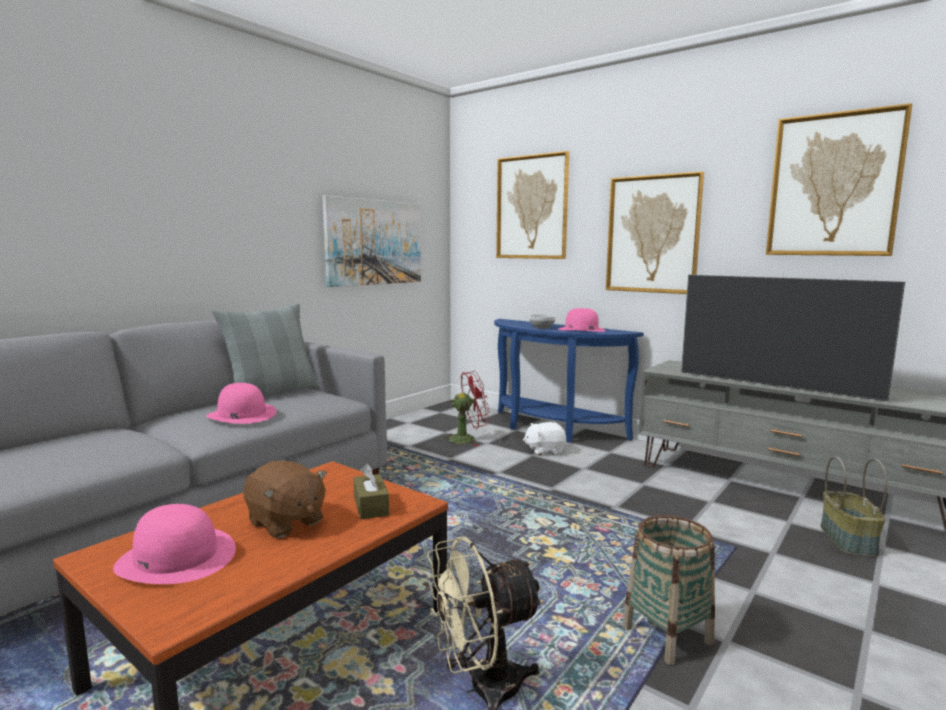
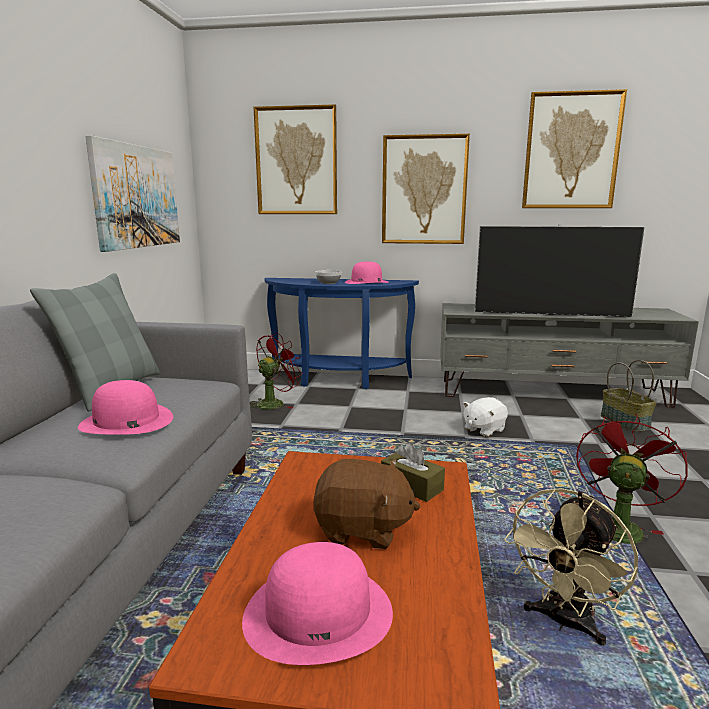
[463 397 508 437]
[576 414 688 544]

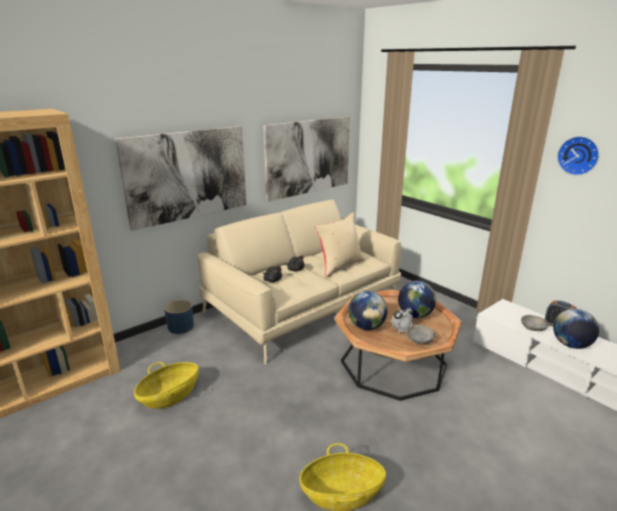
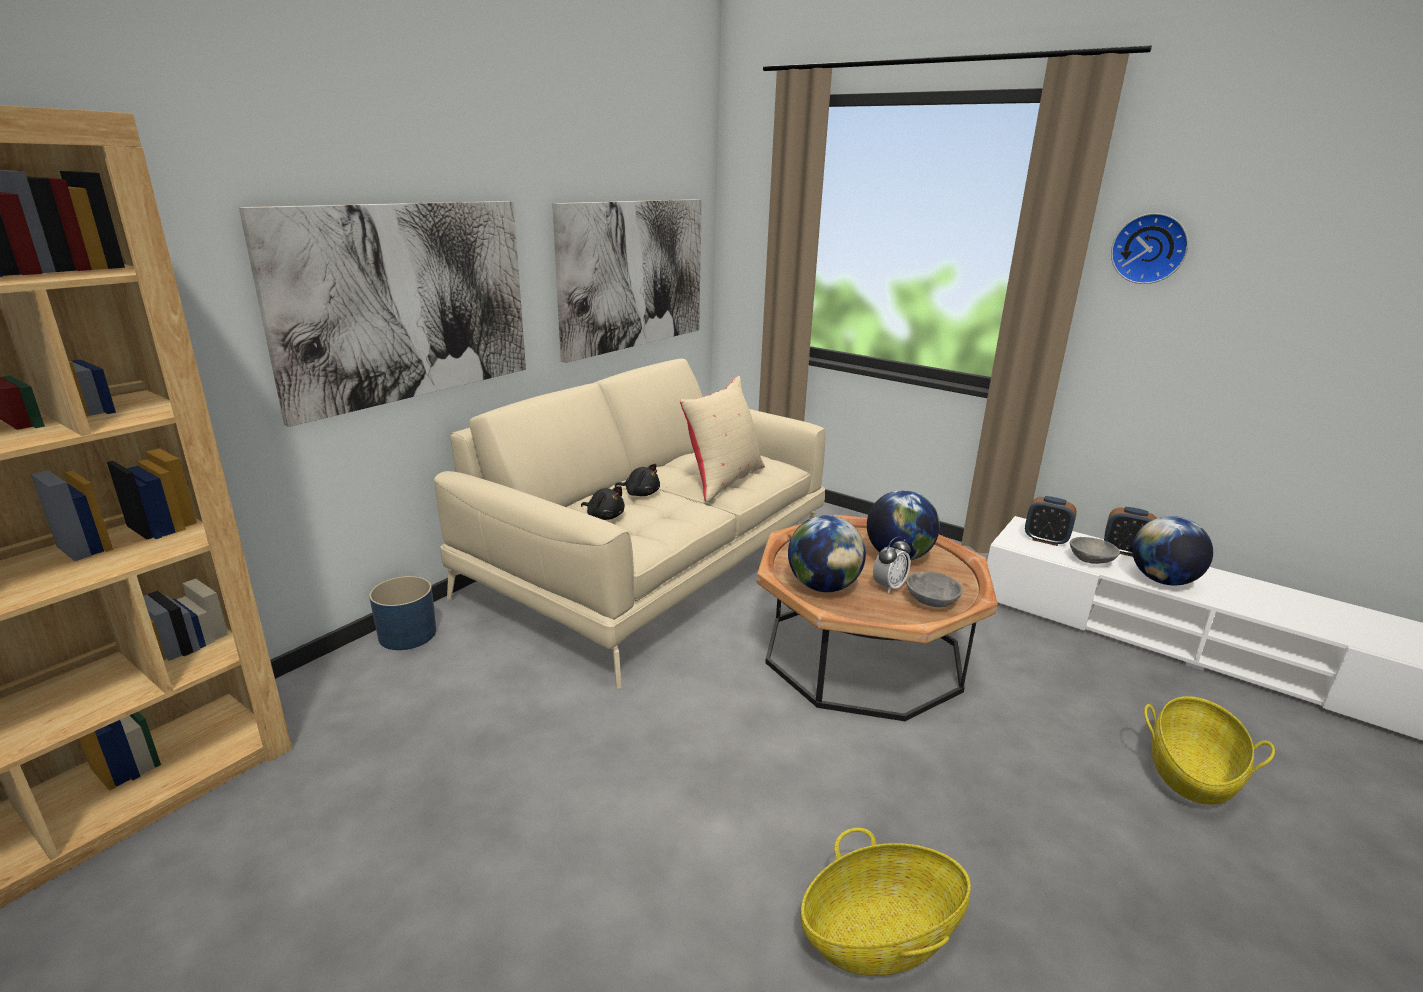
[1144 696 1275 805]
[1025 496 1077 546]

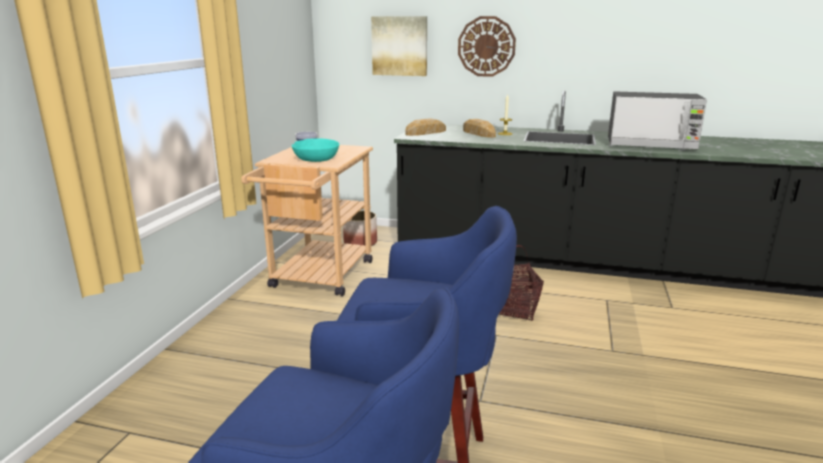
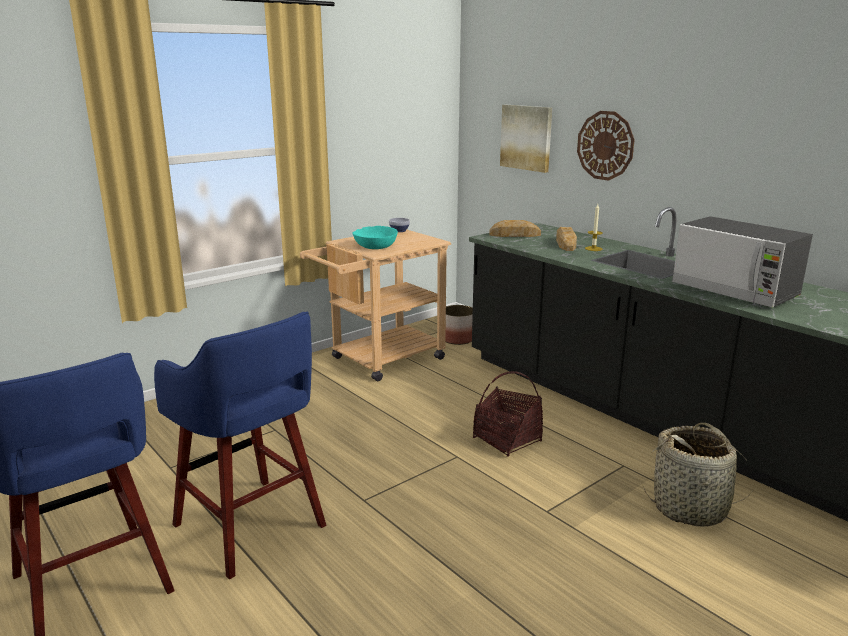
[643 423 756 527]

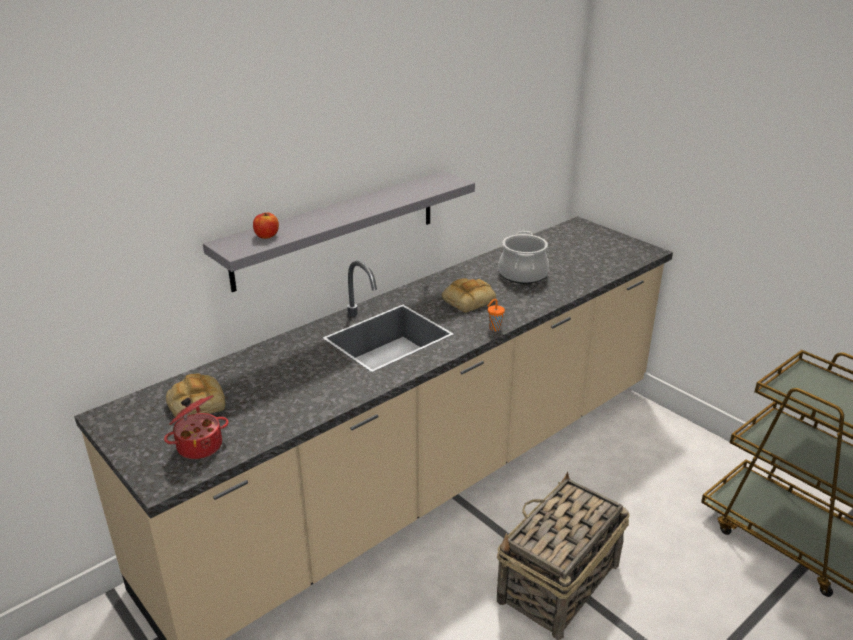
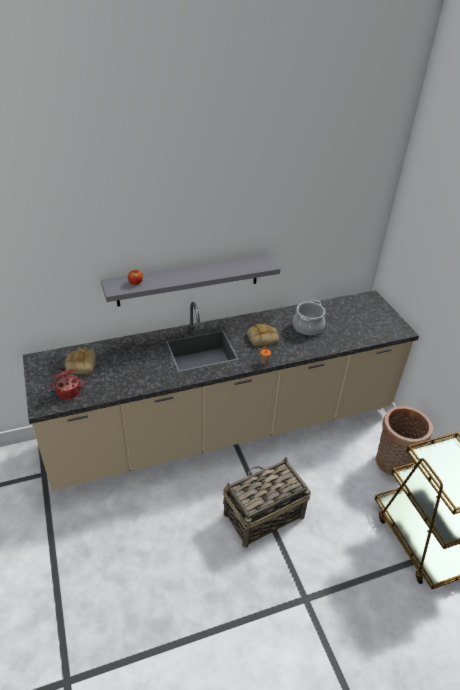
[376 406 433 476]

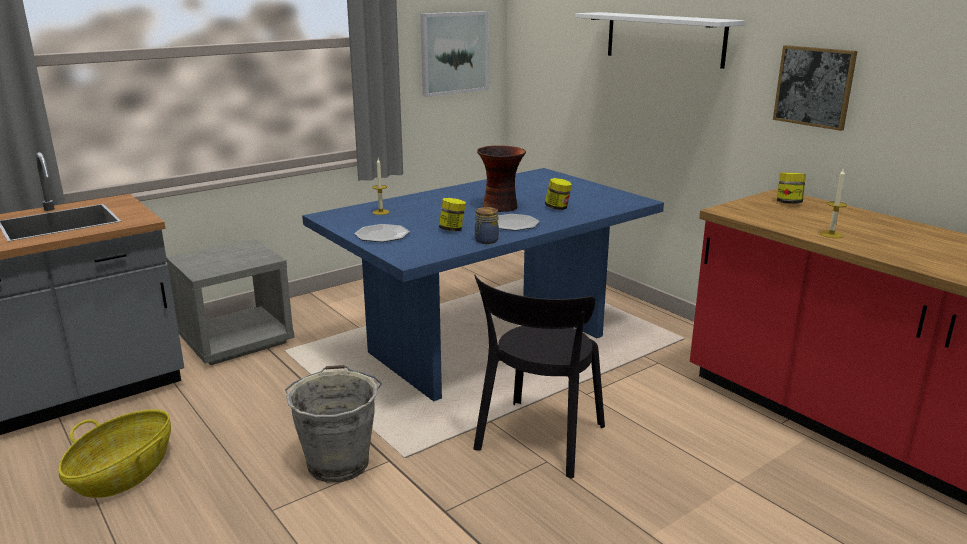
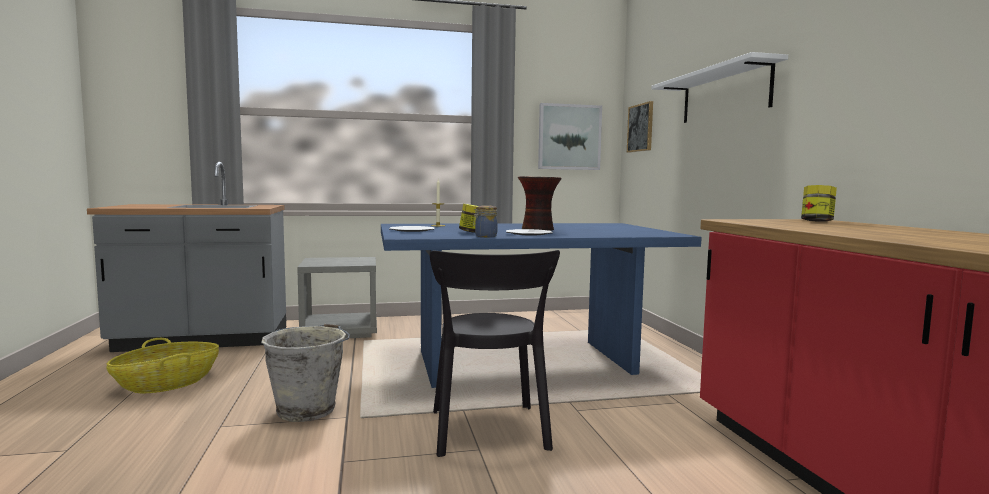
[627 101 653 153]
[820 169 847 238] (first image)
[545 178 572 210] (first image)
[430 250 560 457]

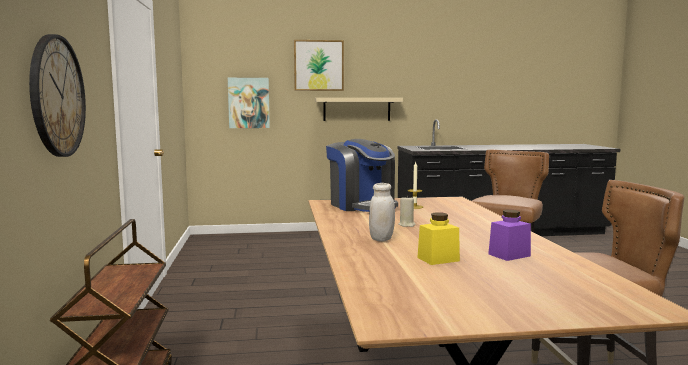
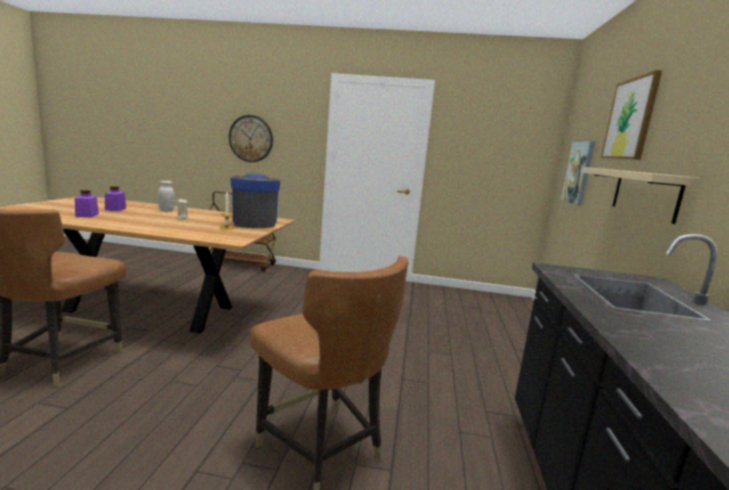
[230 173 281 228]
[105 186 126 211]

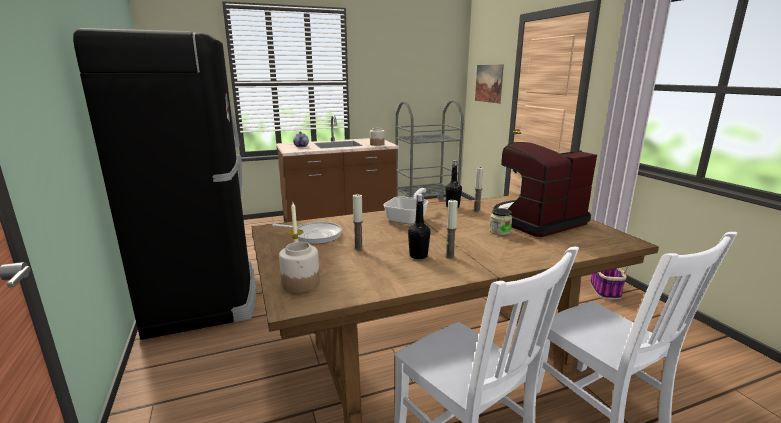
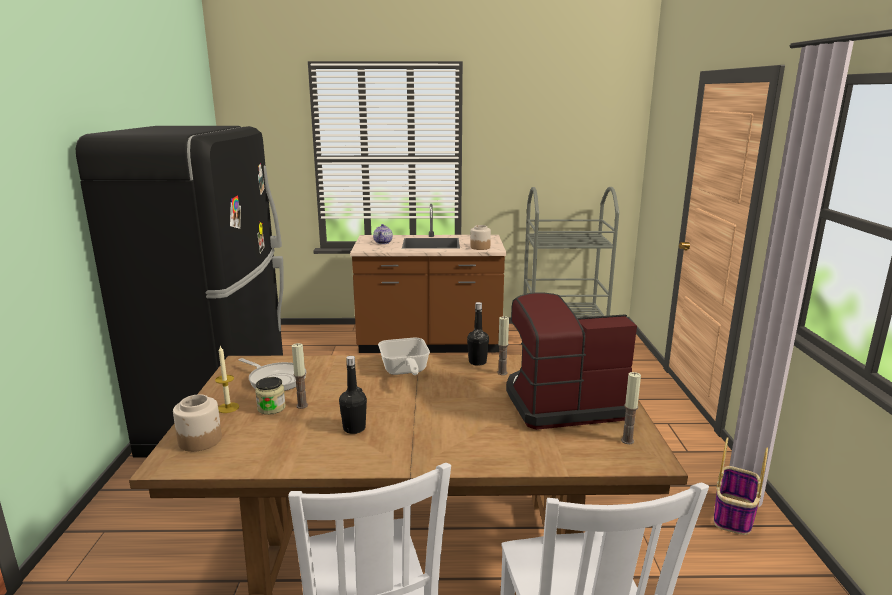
[475 64 504 104] (first image)
[378 338 430 375]
[621 372 641 444]
[255 377 286 415]

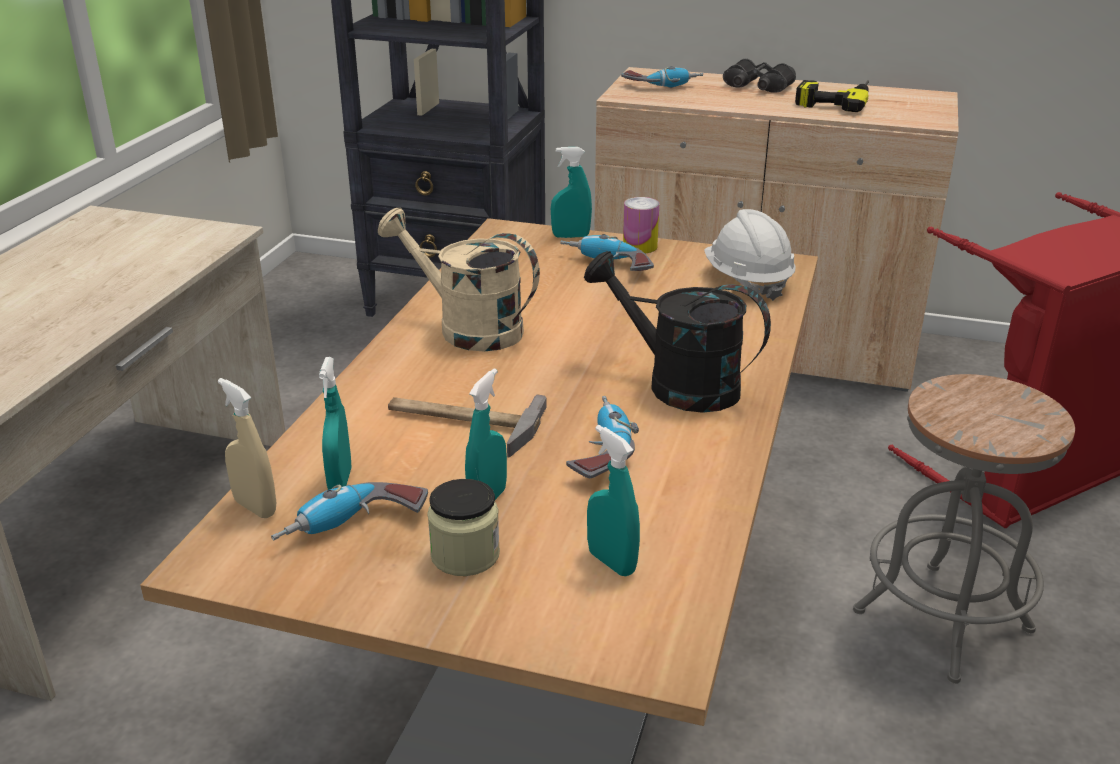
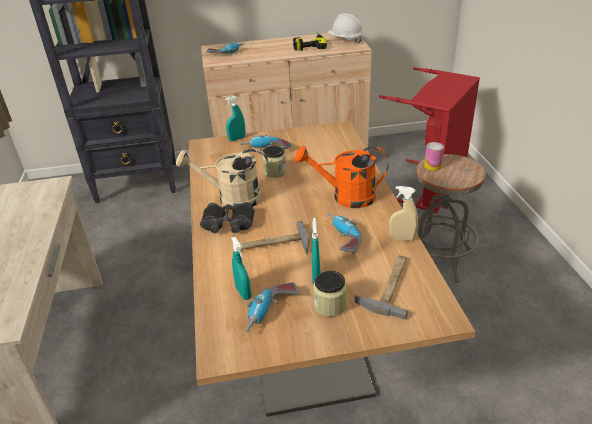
[200 202 255 234]
[424 142 444 171]
[327 13 363 43]
[295 146 389 208]
[389 186 418 241]
[355 255 408 319]
[262 146 287 178]

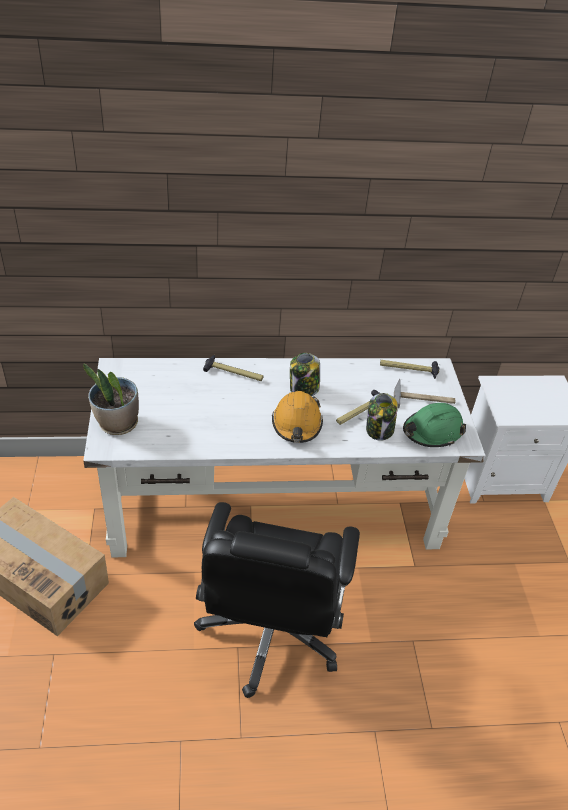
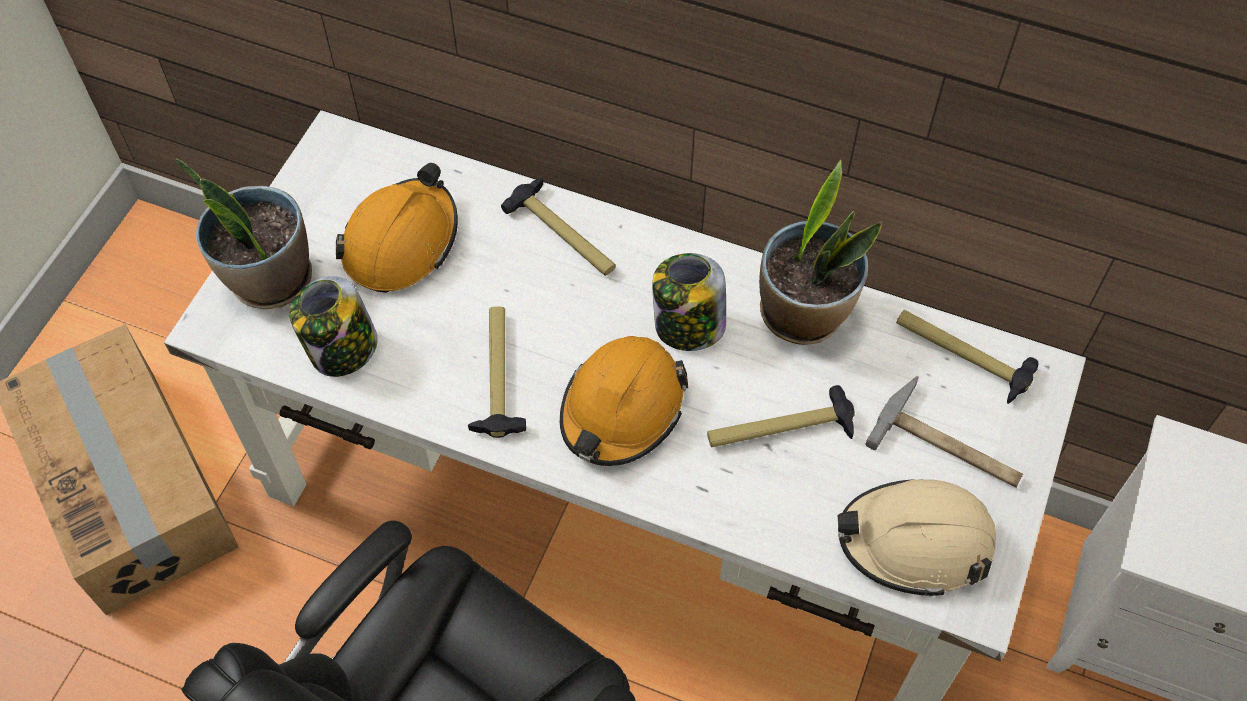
[290 276 378 377]
[838 479 996 597]
[759 160 882 345]
[336 163 458 293]
[468 307 526 438]

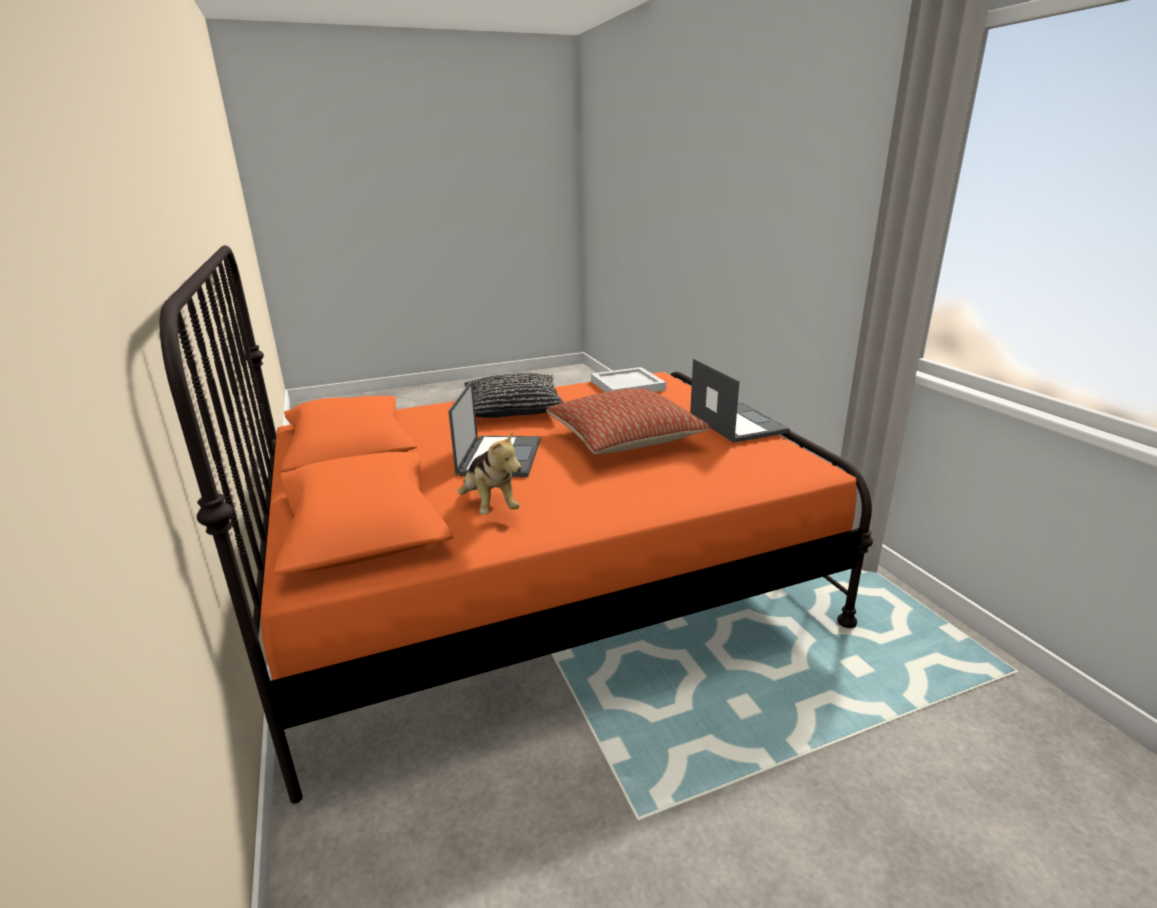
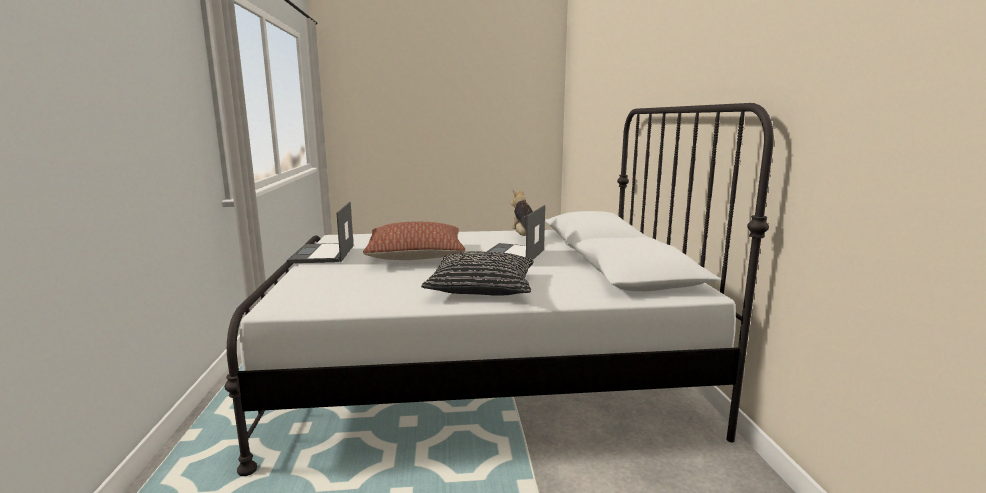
[224 103 774 476]
[591 367 666 392] (first image)

